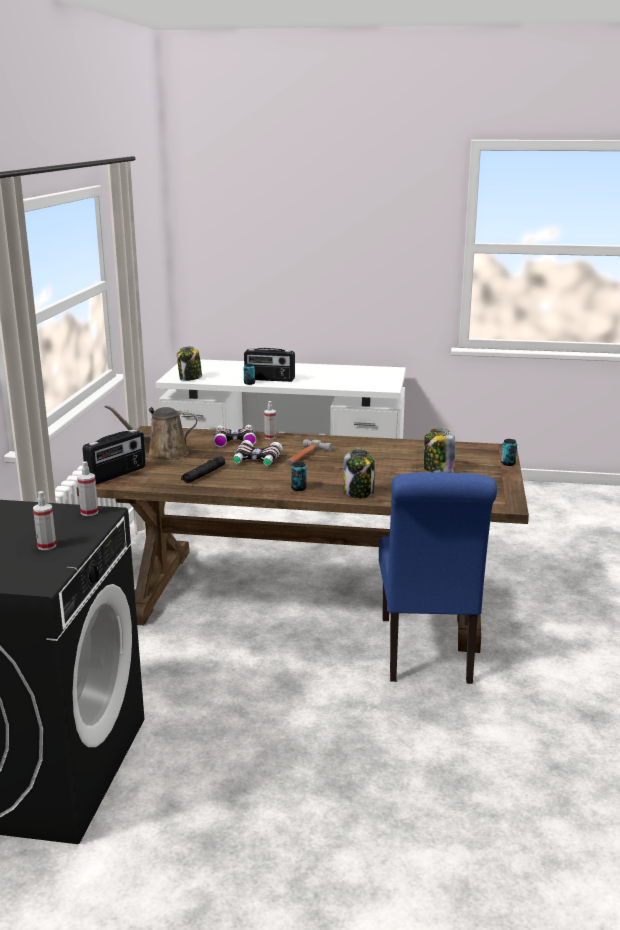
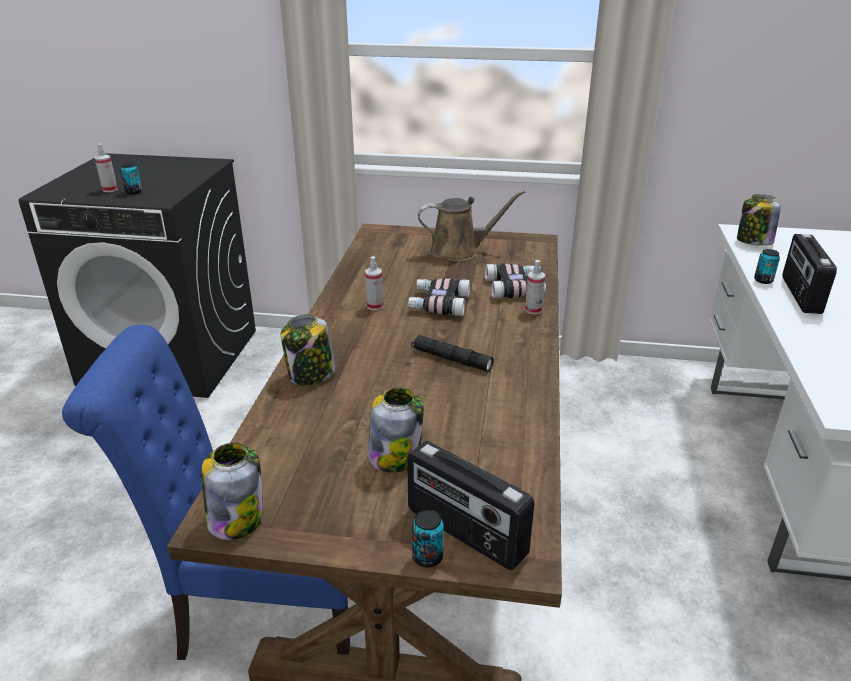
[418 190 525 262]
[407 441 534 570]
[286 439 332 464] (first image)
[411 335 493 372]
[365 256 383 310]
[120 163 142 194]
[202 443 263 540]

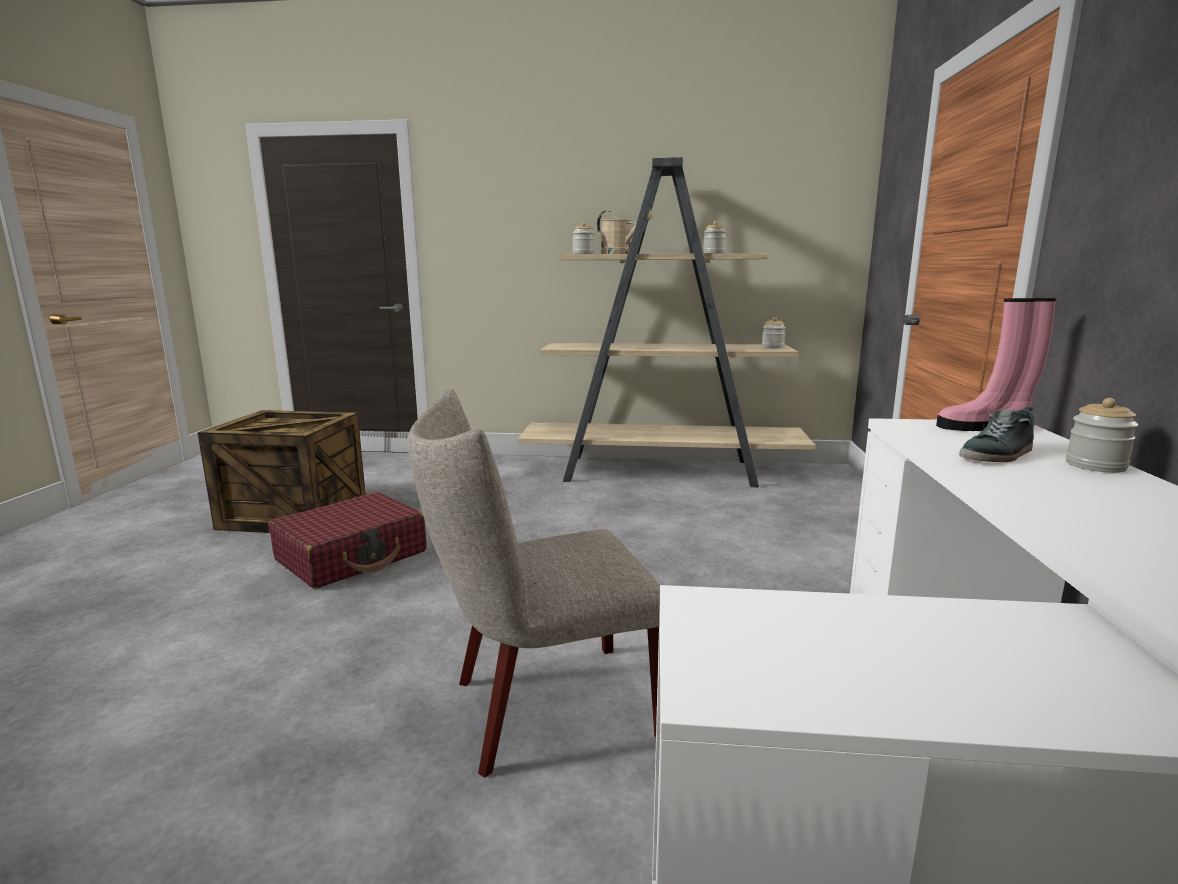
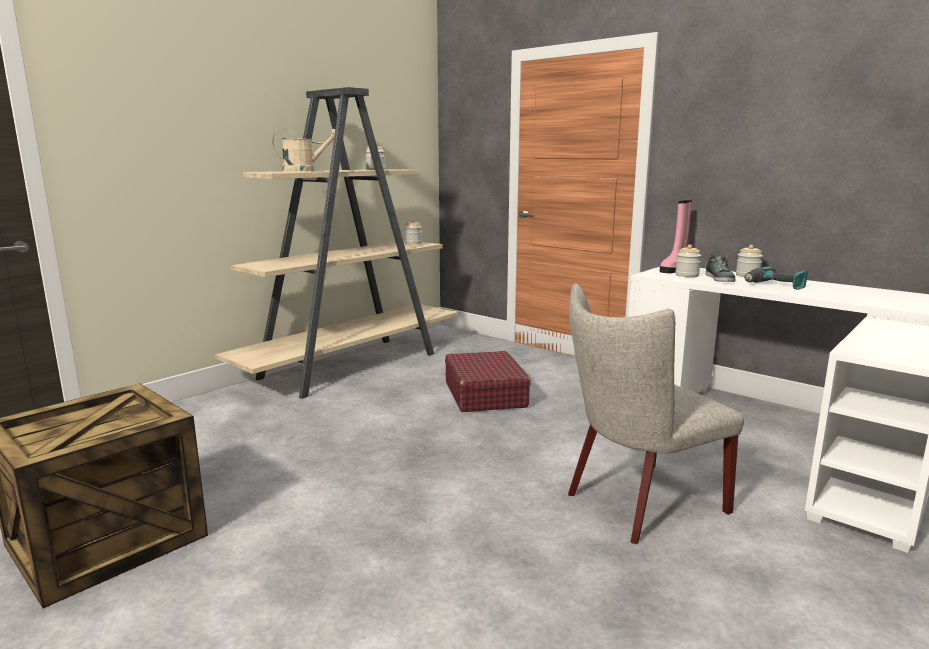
[675 244 701 277]
[568 283 744 544]
[445 351 531 412]
[744 266 807 290]

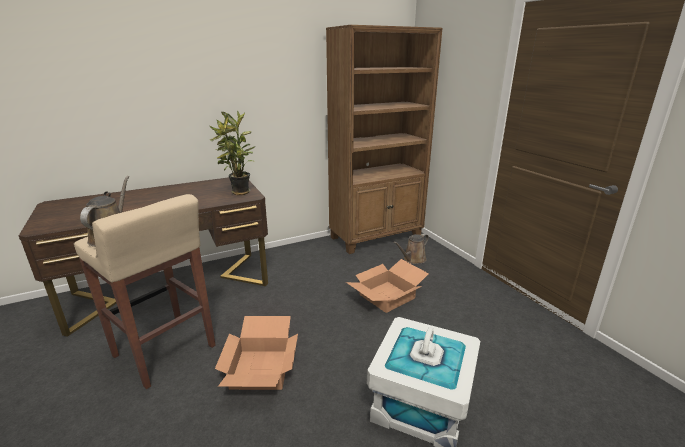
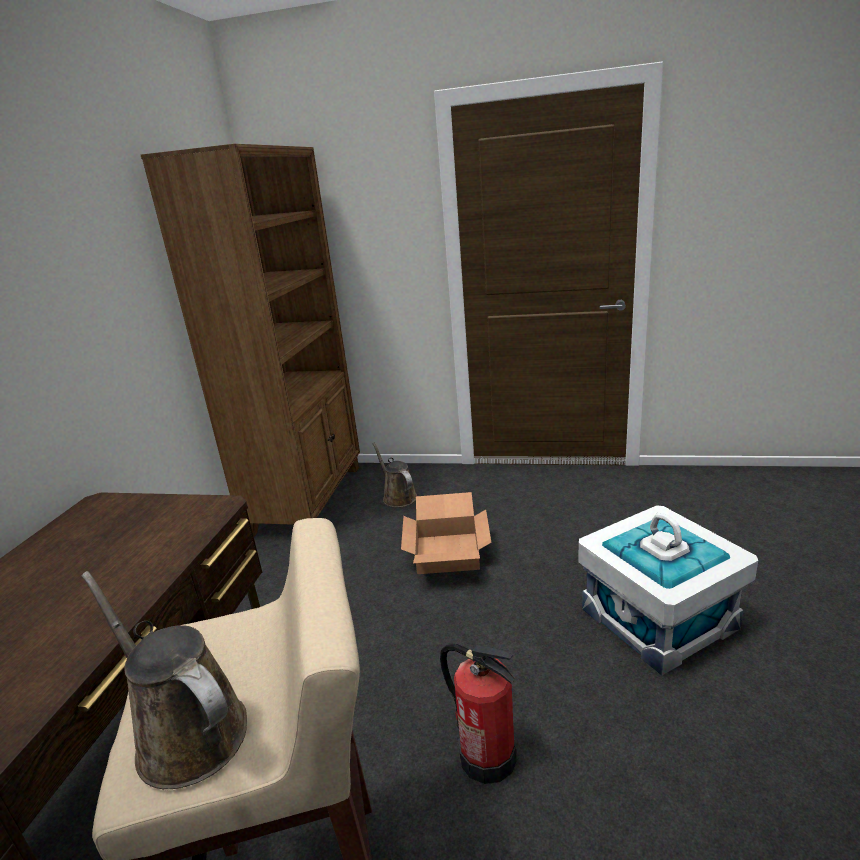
[209 110 255 195] (first image)
[372 443 417 507]
[440 644 517 784]

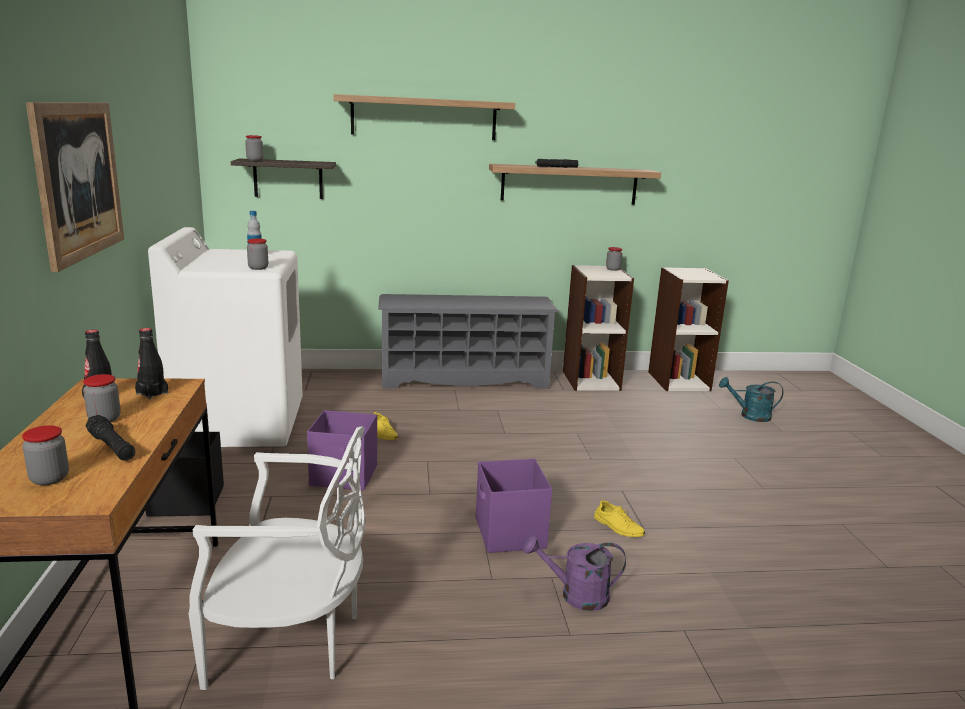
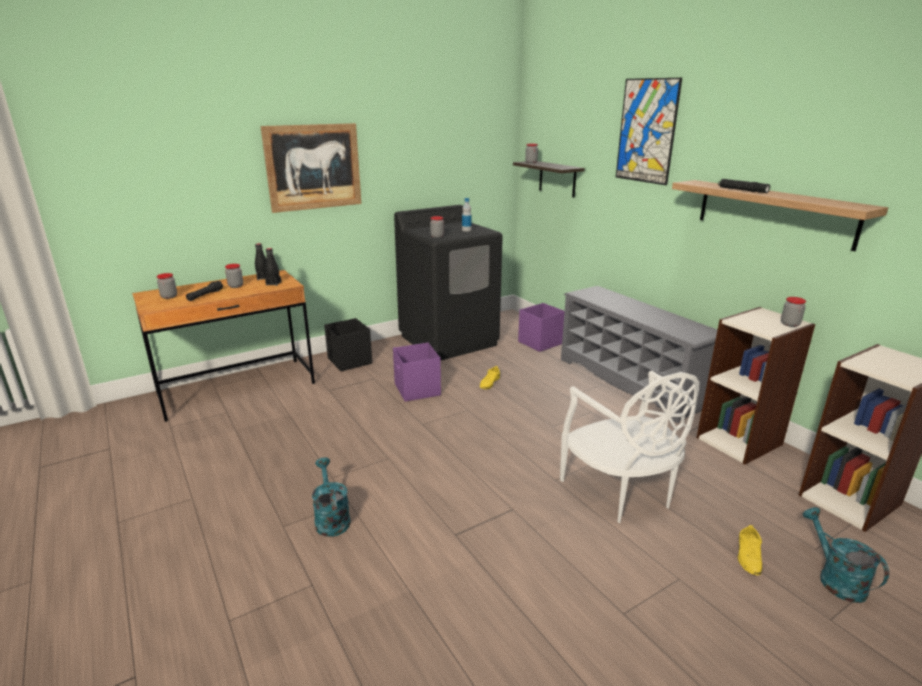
[616 78 682 185]
[394 205 503 361]
[560 371 699 523]
[518 303 565 352]
[738 525 763 575]
[312 458 351 537]

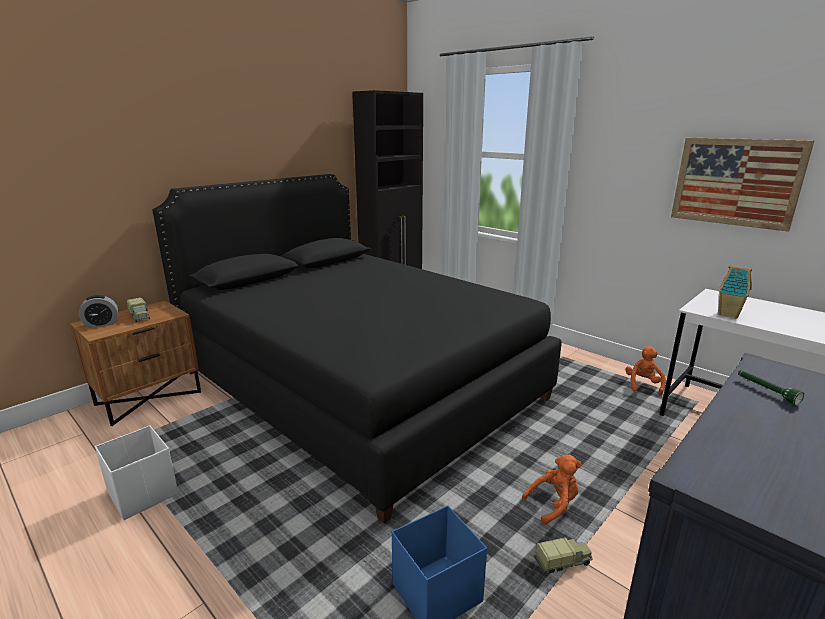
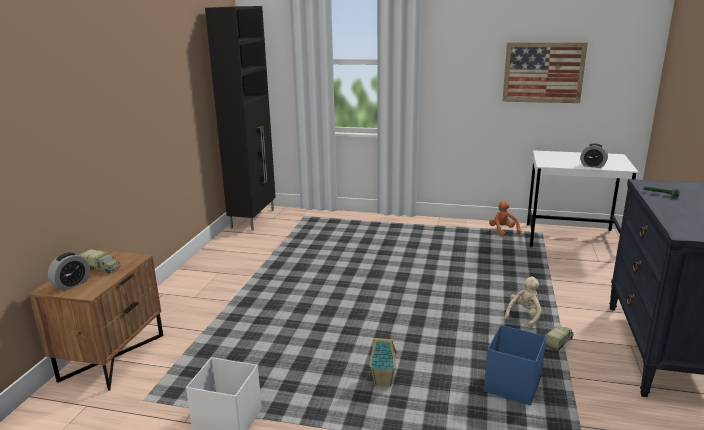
[153 174 562 524] (first image)
[369 337 397 386]
[504 276 542 329]
[580 143 608 168]

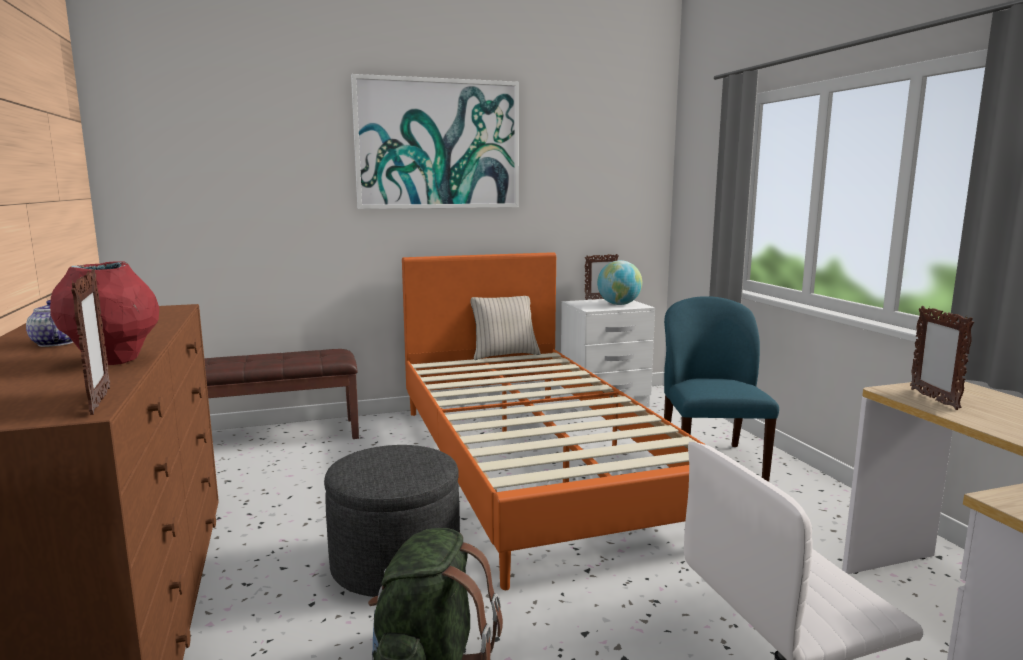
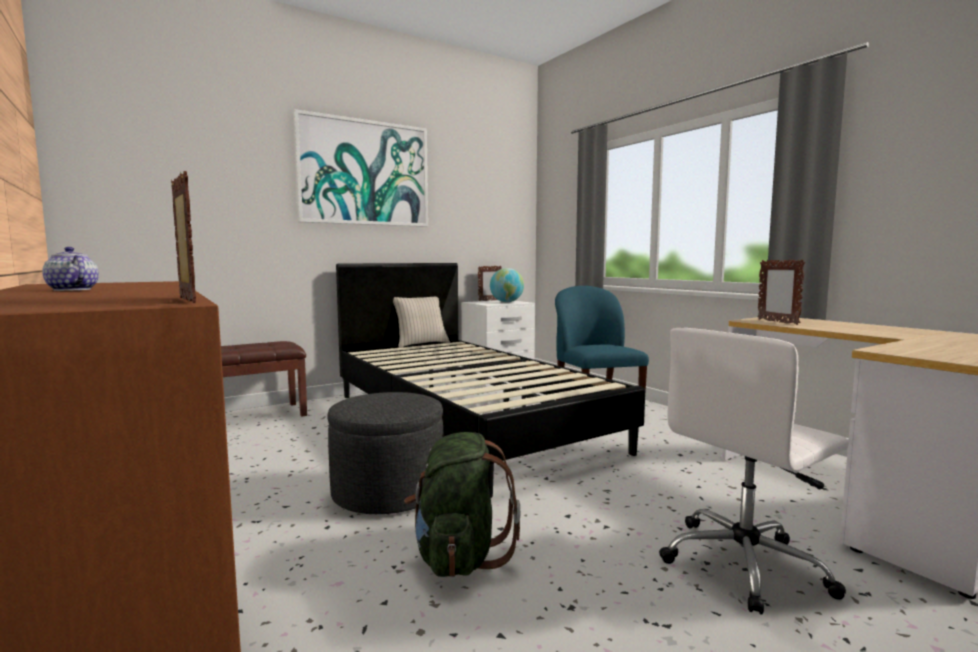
[336 263 645 498]
[50 261 159 365] (first image)

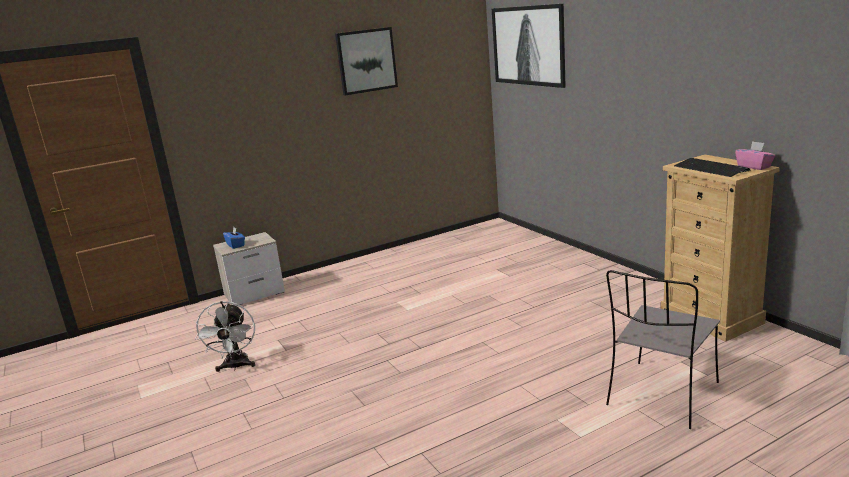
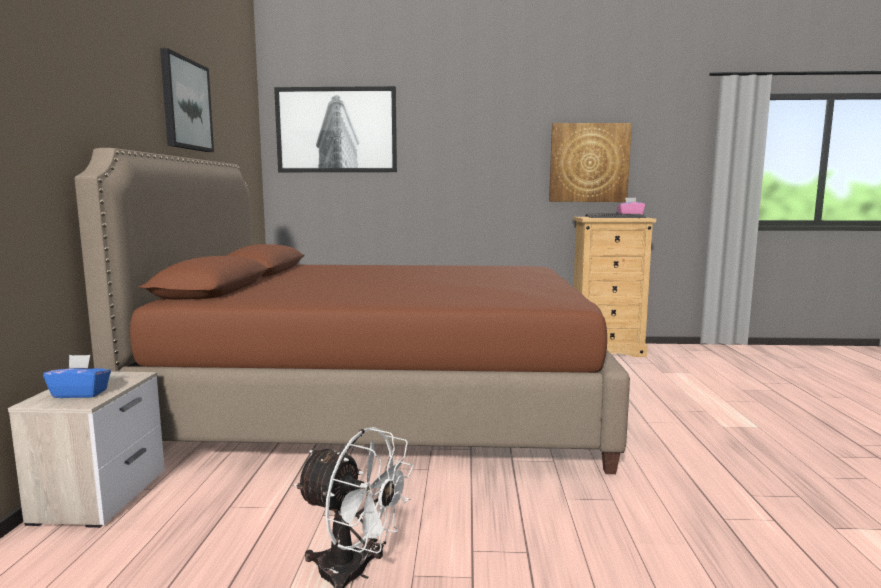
[606 270 720 429] (first image)
[549 123 632 202]
[75 148 630 474]

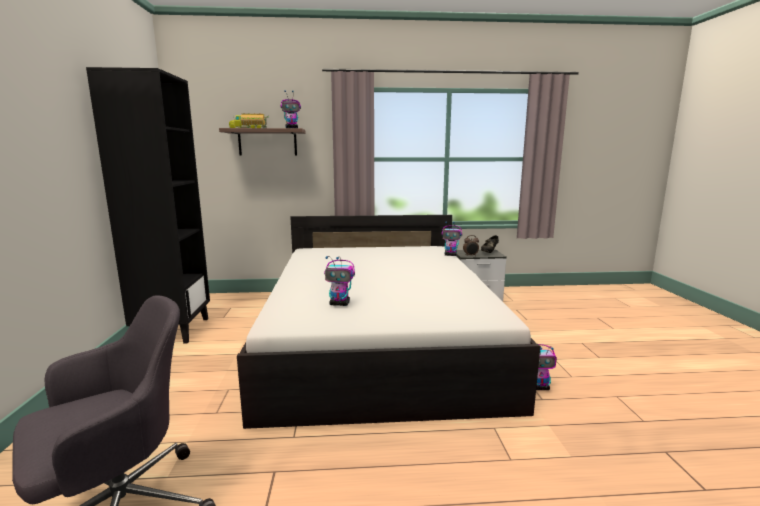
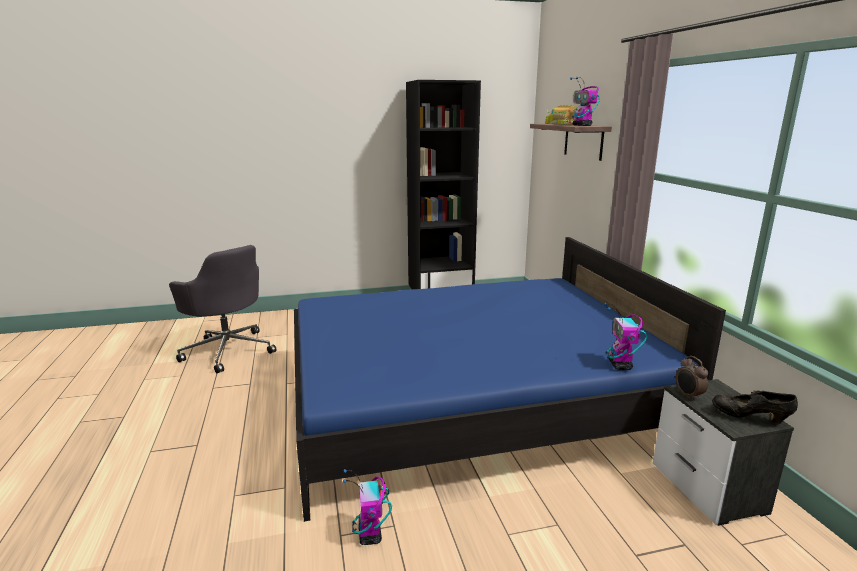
[294 237 726 522]
[324 256 355 306] (first image)

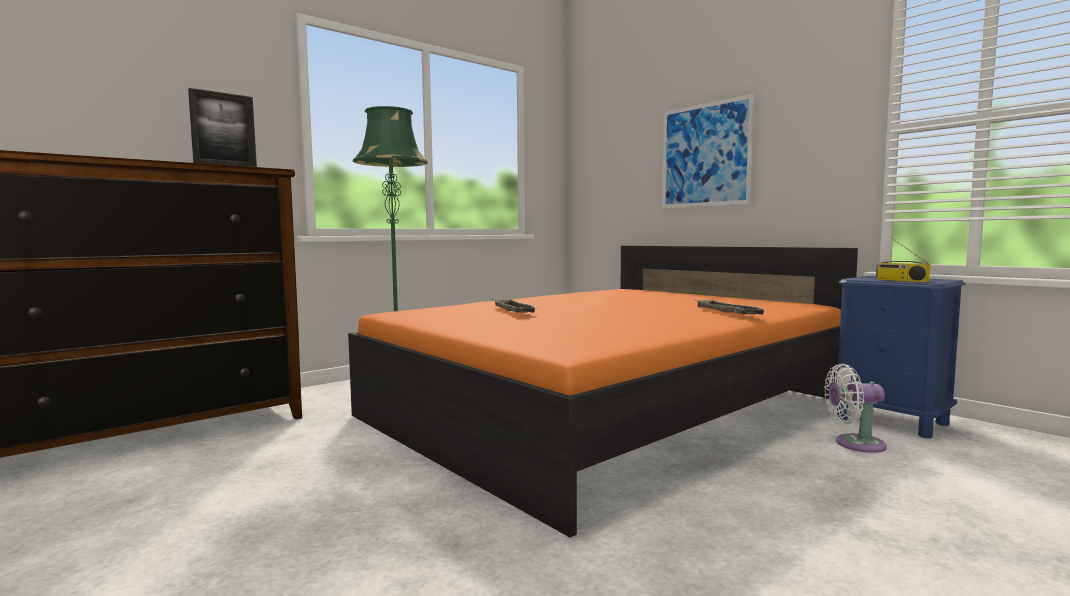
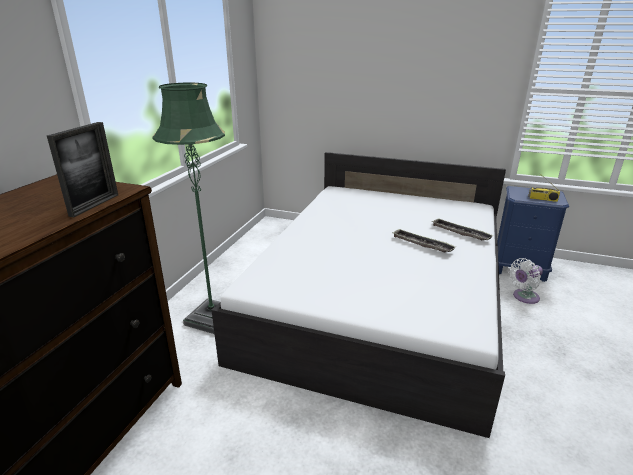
[662 94 755 208] (first image)
[211 152 506 438]
[392 229 456 253]

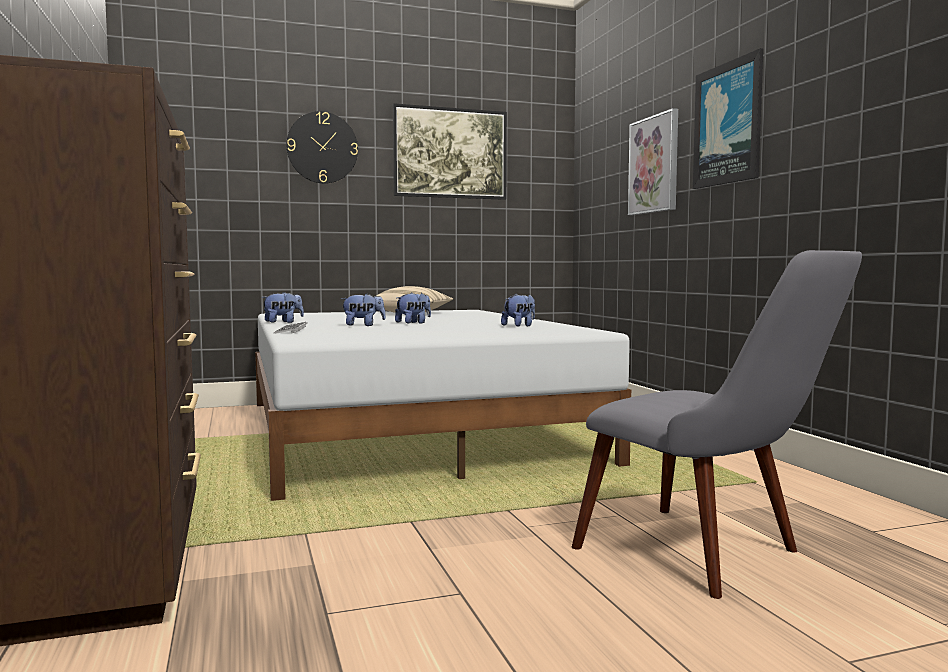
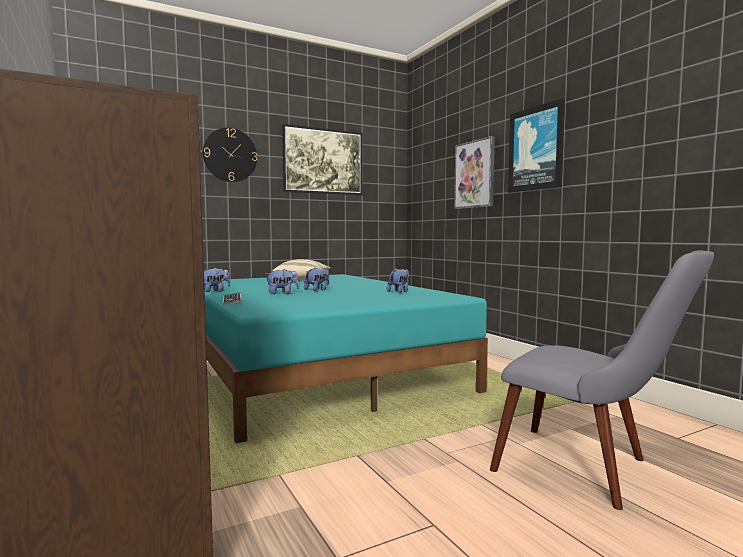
[204 274 488 443]

